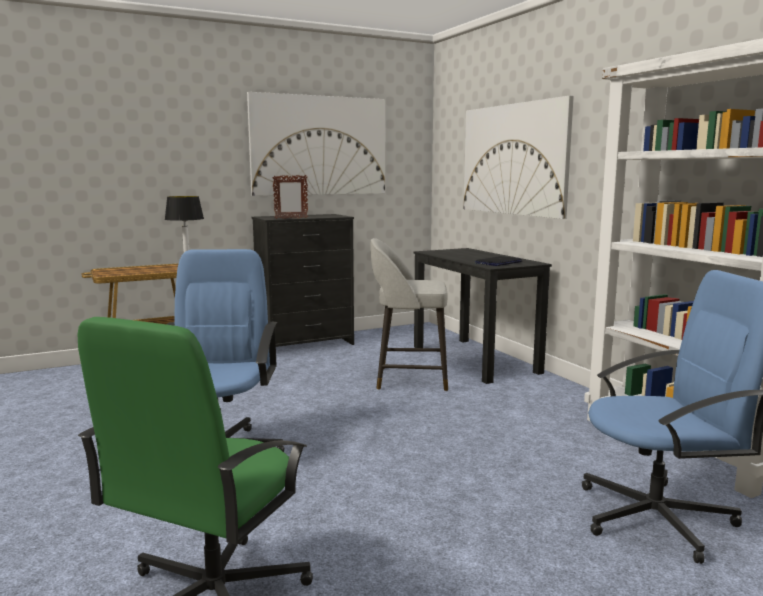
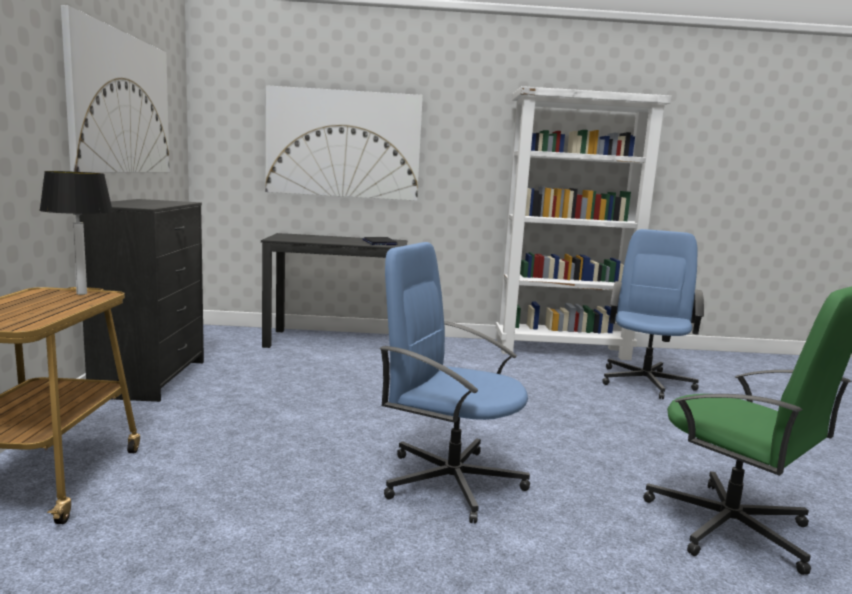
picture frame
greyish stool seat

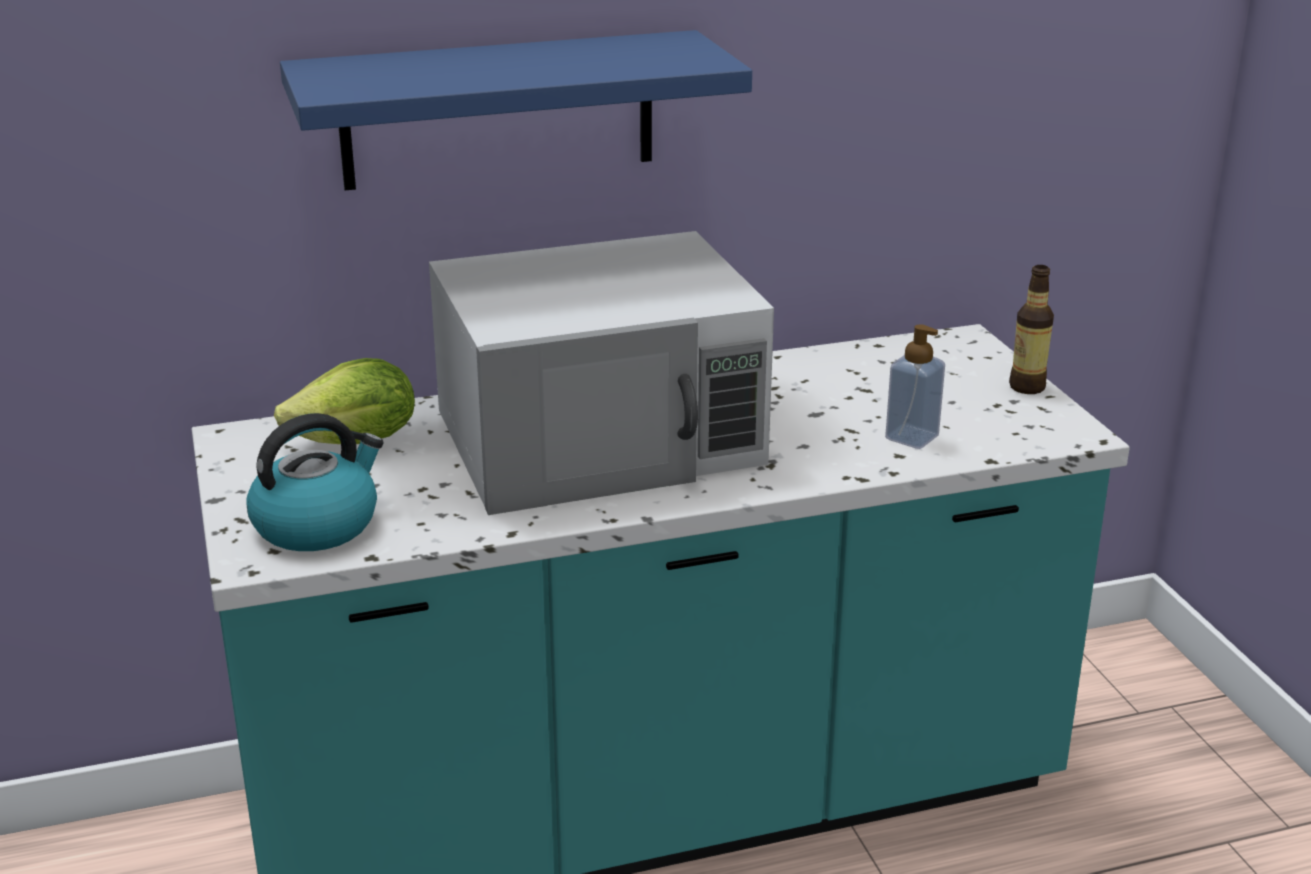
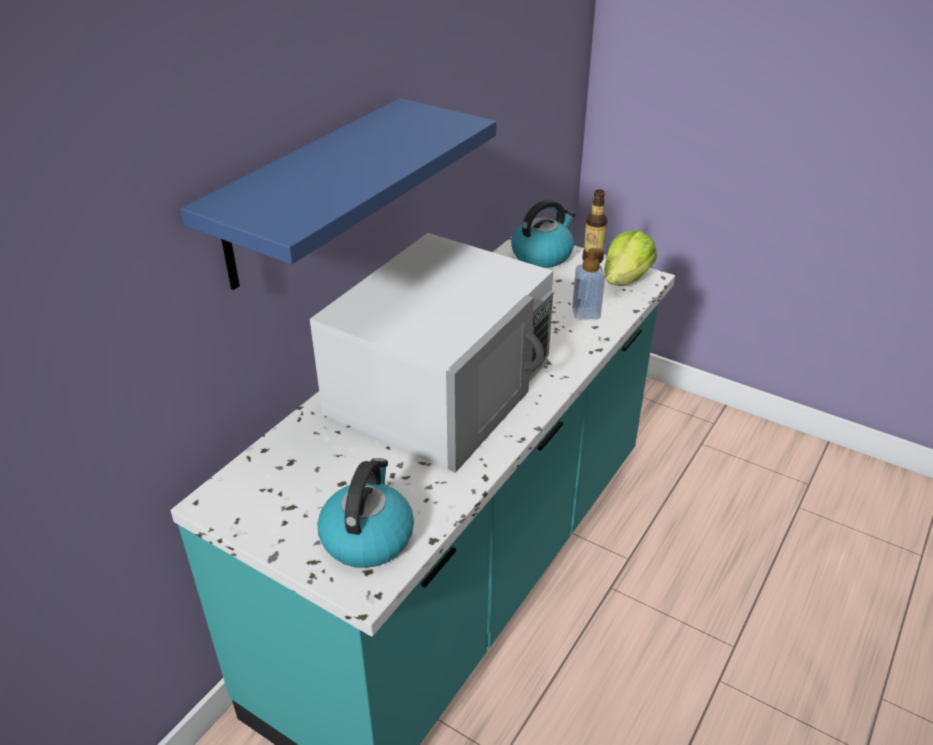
head of lettuce
kettle (no. 2 from left)

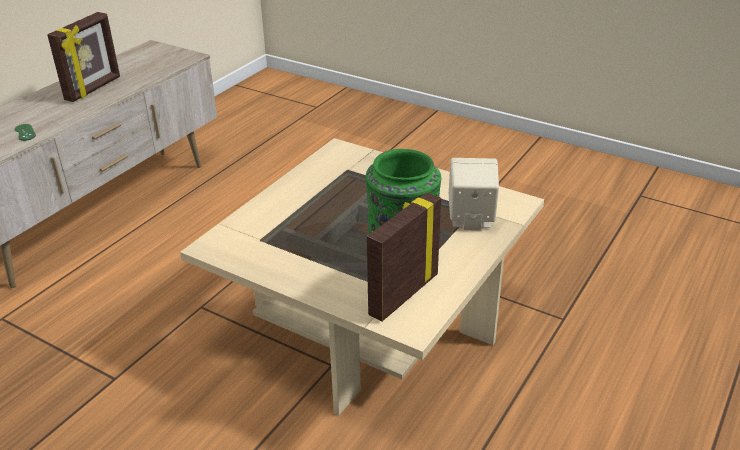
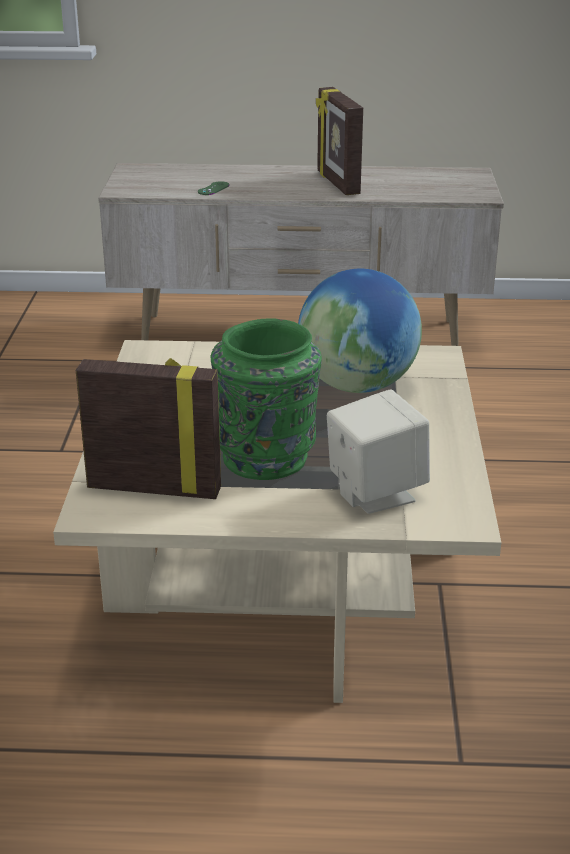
picture frame (no. 2 from left)
desk globe

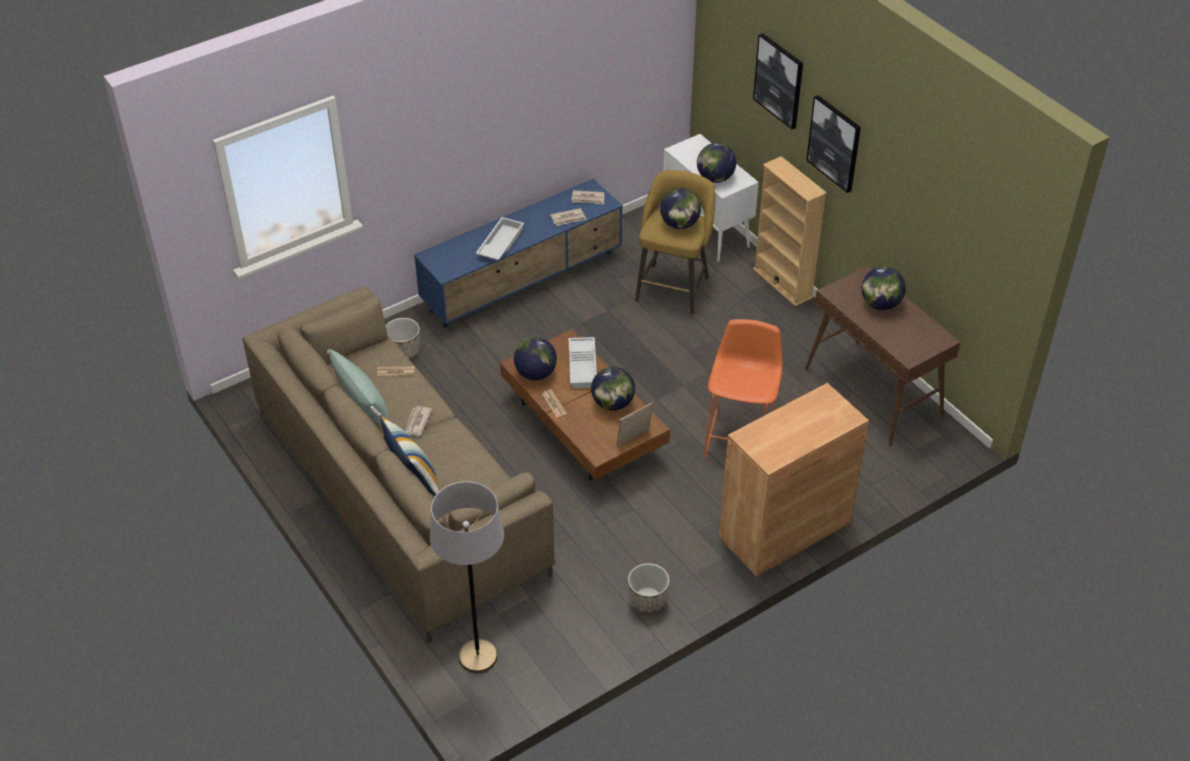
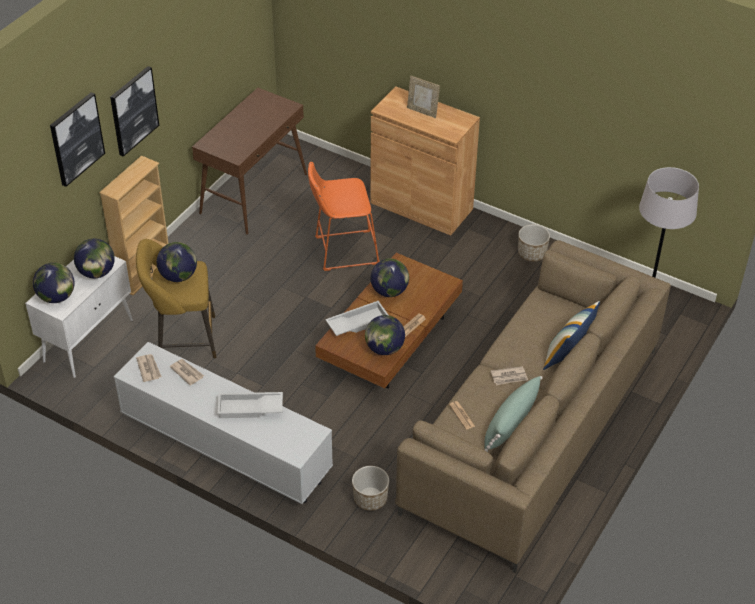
white-coloured tv stand
desk globe (no. 1 from left)
picture frame

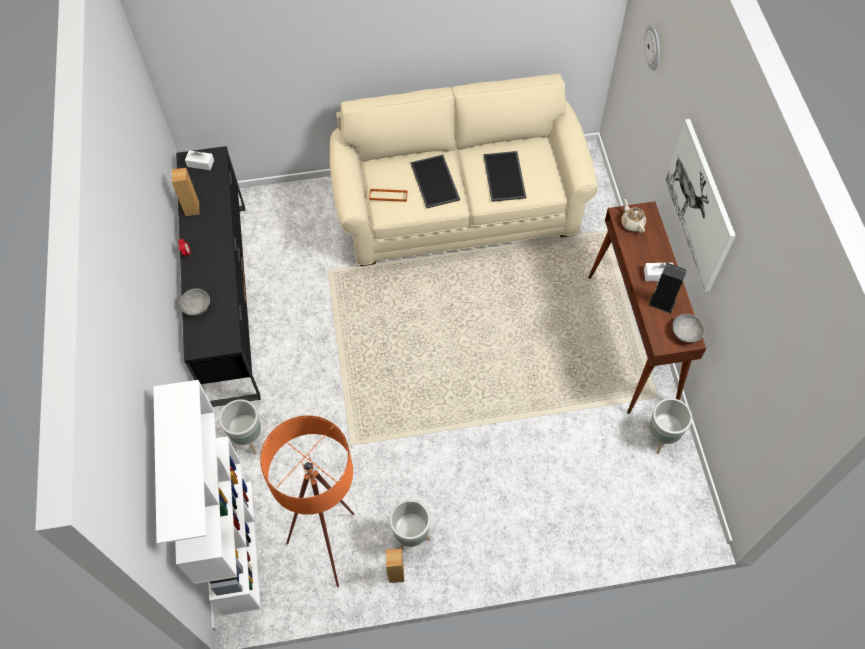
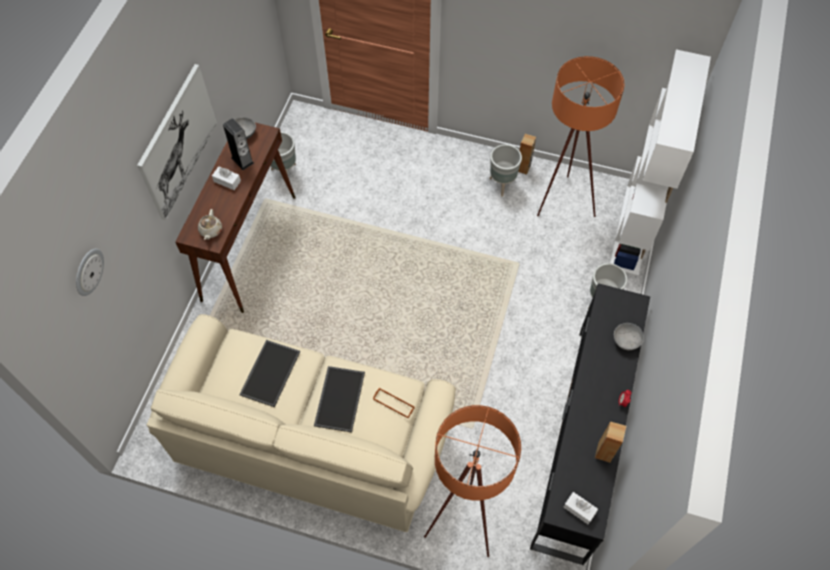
orange-coloured floor lamp (no. 1 from left)

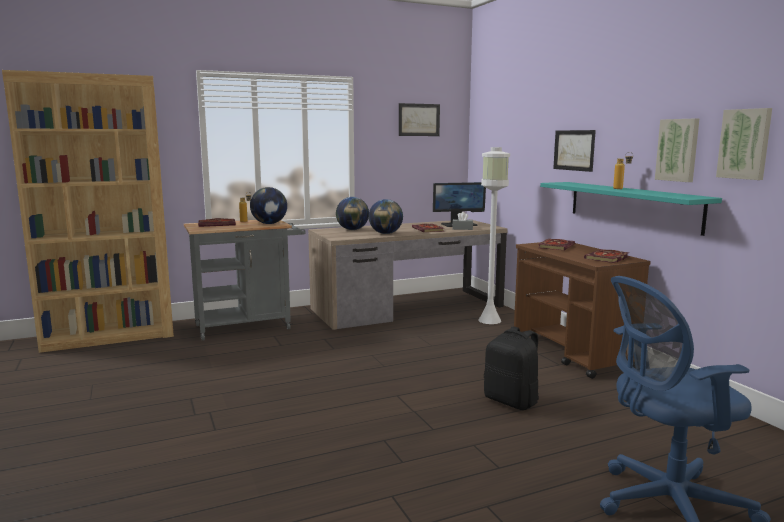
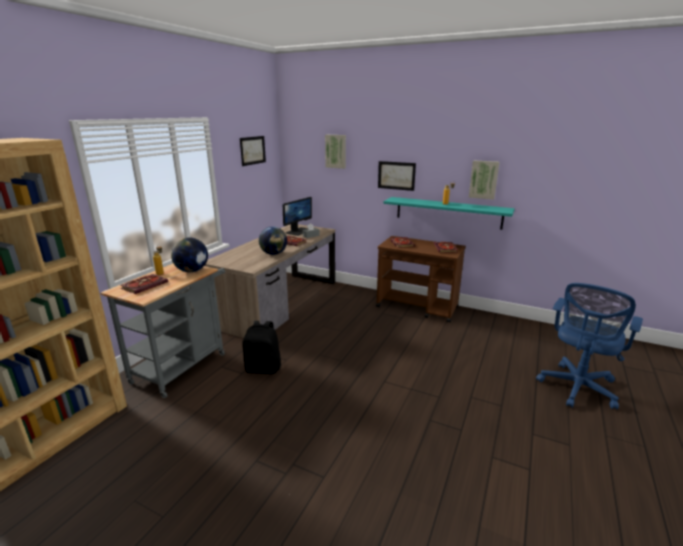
picture (no. 2 from left)
white-coloured floor lamp
desk globe (no. 2 from left in the first image)
blackish knapsack

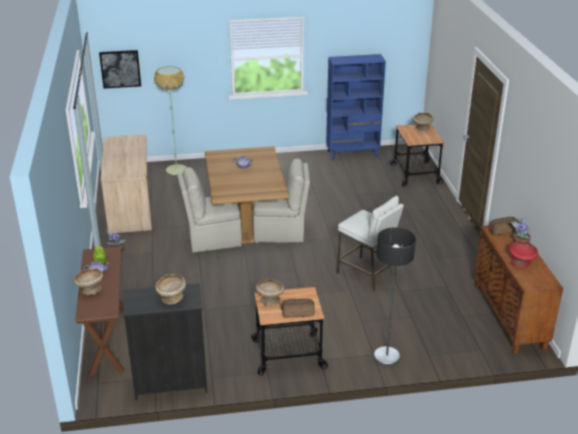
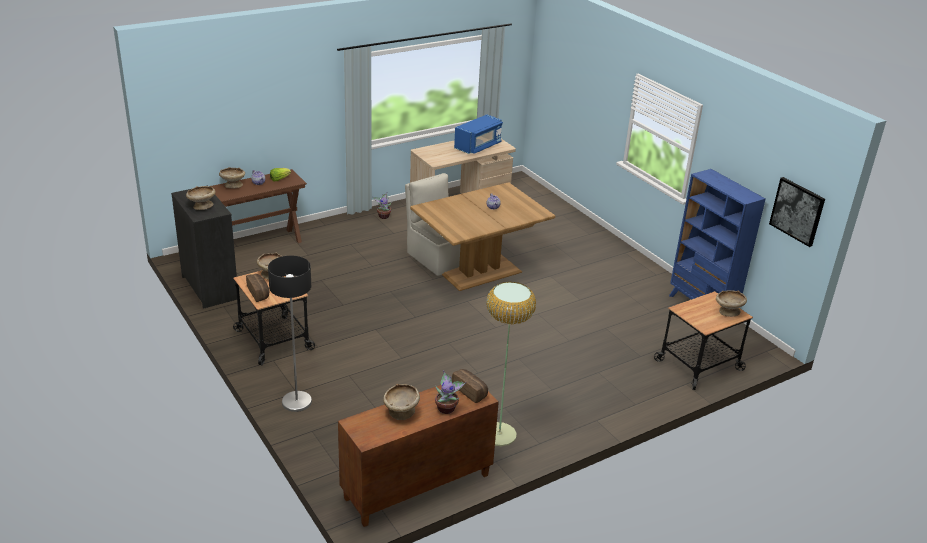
picture
floor lamp (no. 2 from left)
sand-coloured plain chair (no. 2 from left in the first image)
white-coloured stool seat
sand-coloured bowl (no. 4 from left)
blue-coloured microwave

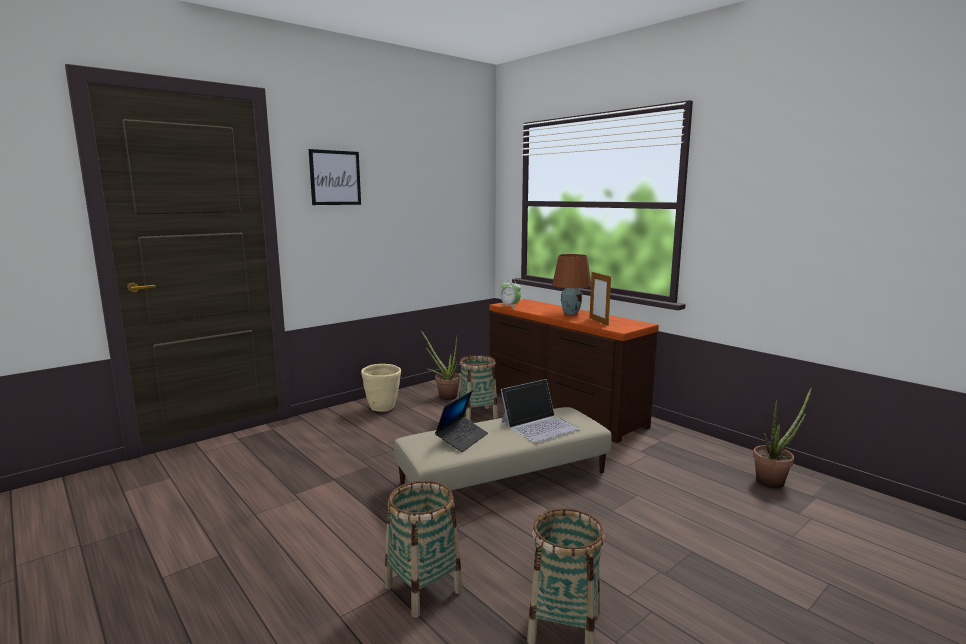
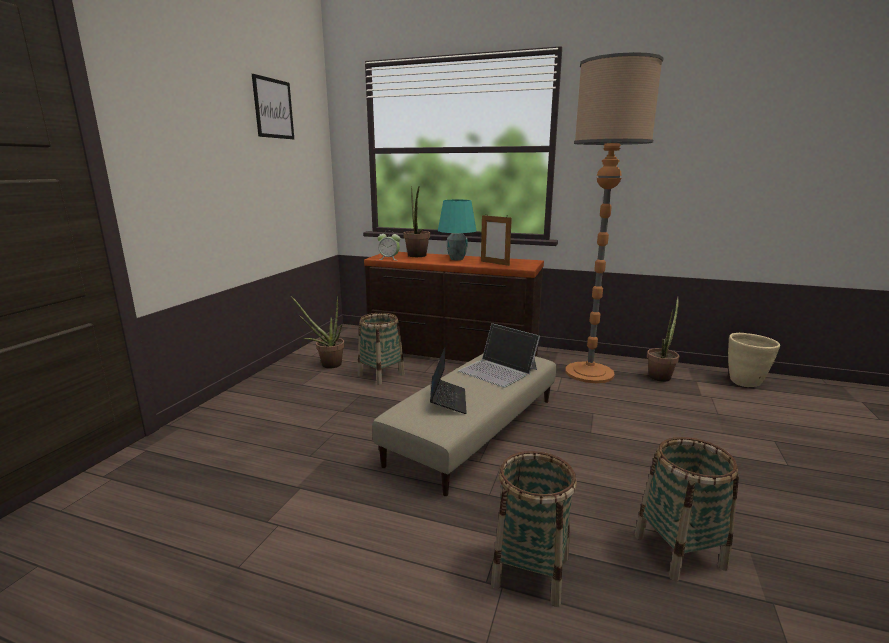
picture
turquoise table lamp
sand-coloured planter
notebook computer (no. 2 from left)
floor lamp
plant in a pot (no. 2 from left)

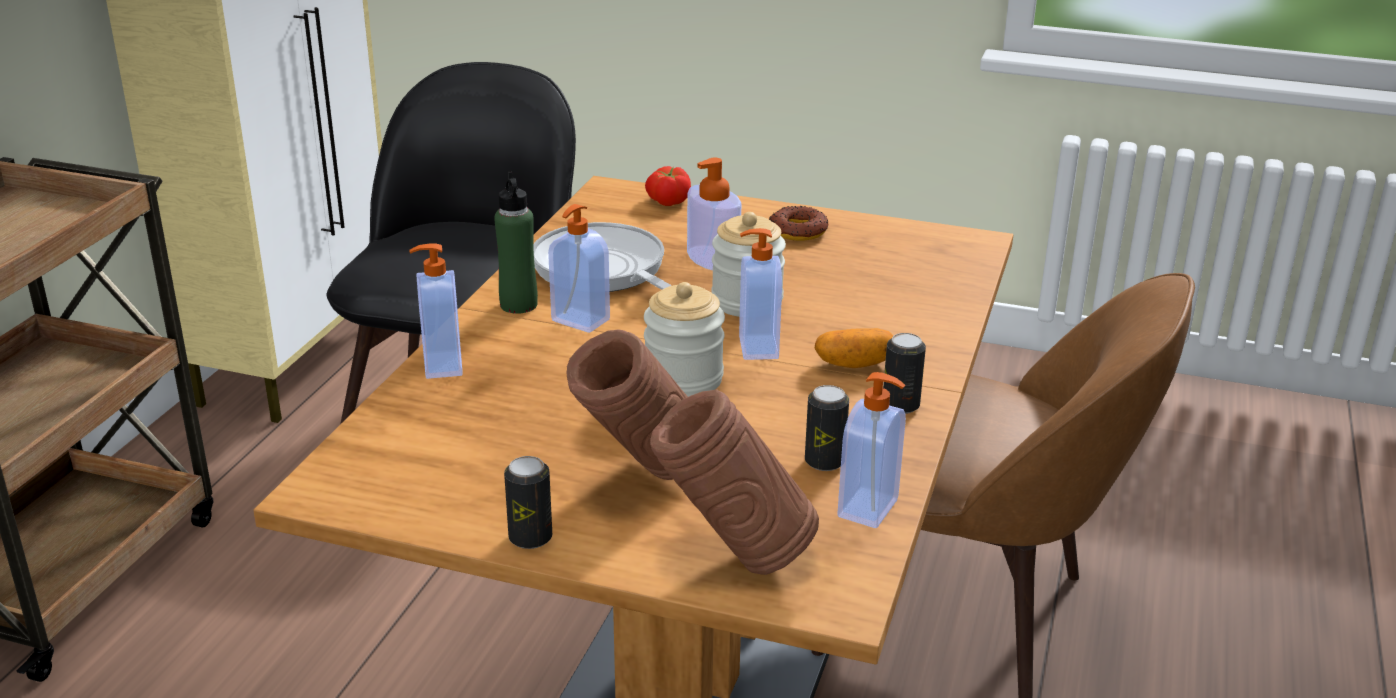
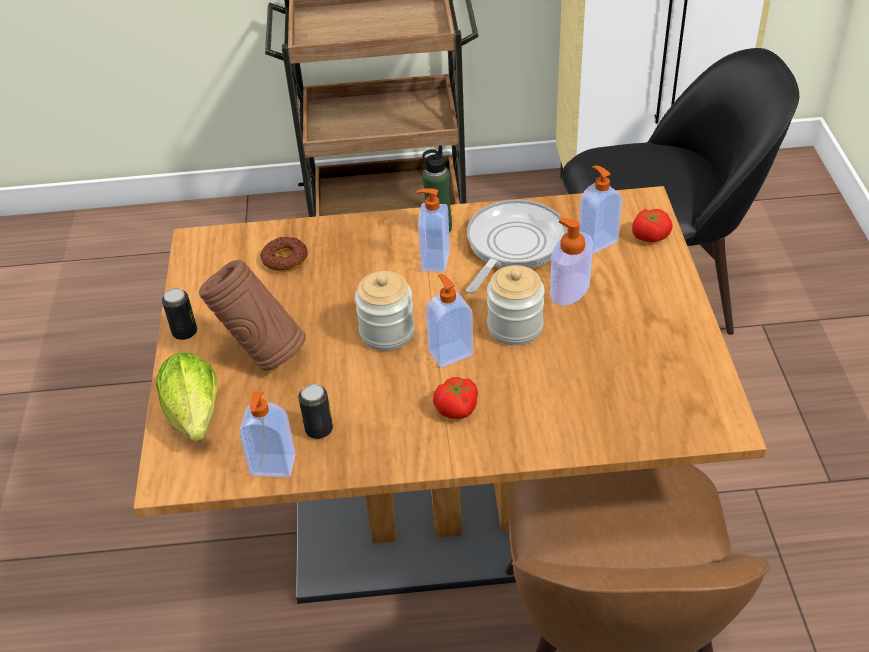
doughnut
soap bottle (no. 5 from left)
fresh tomato (no. 1 from left)
sealed can (no. 3 from left in the first image)
head of lettuce

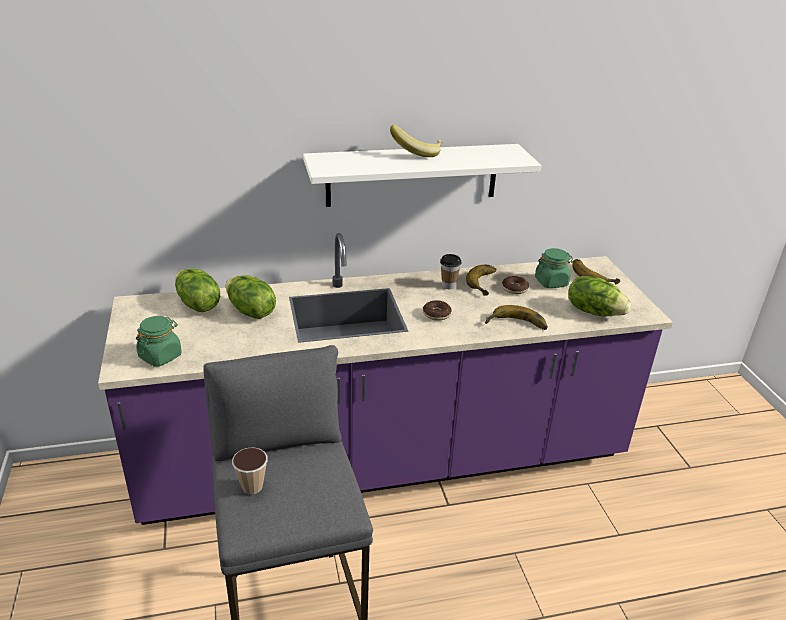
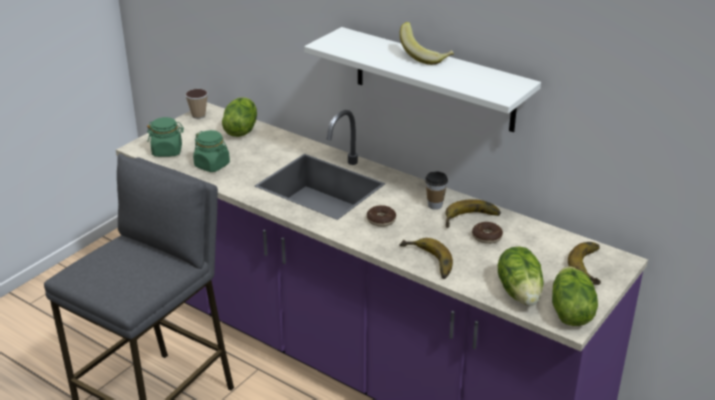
green jar (no. 2 from left)
head of lettuce (no. 3 from left)
small cup (no. 1 from left)

